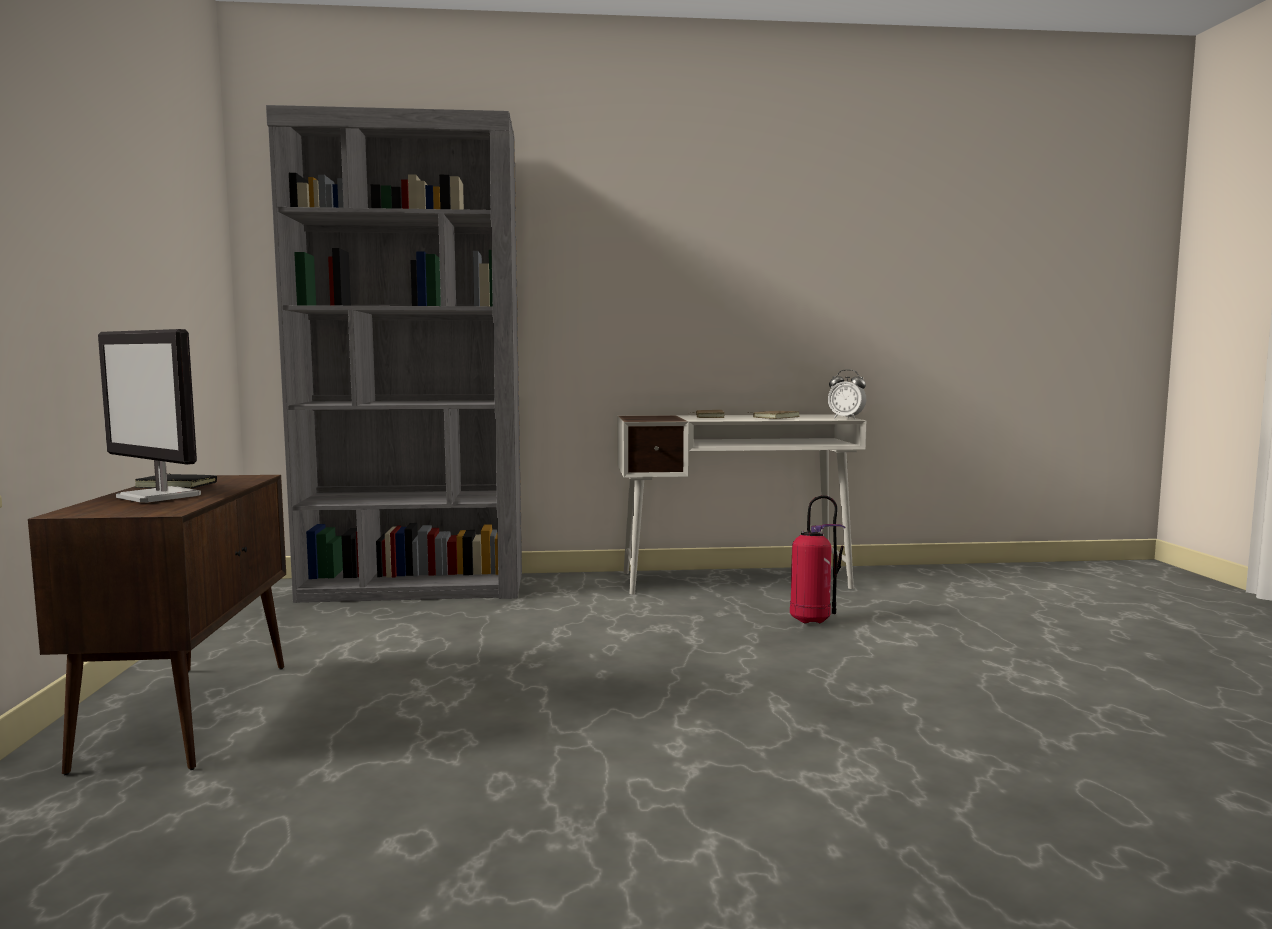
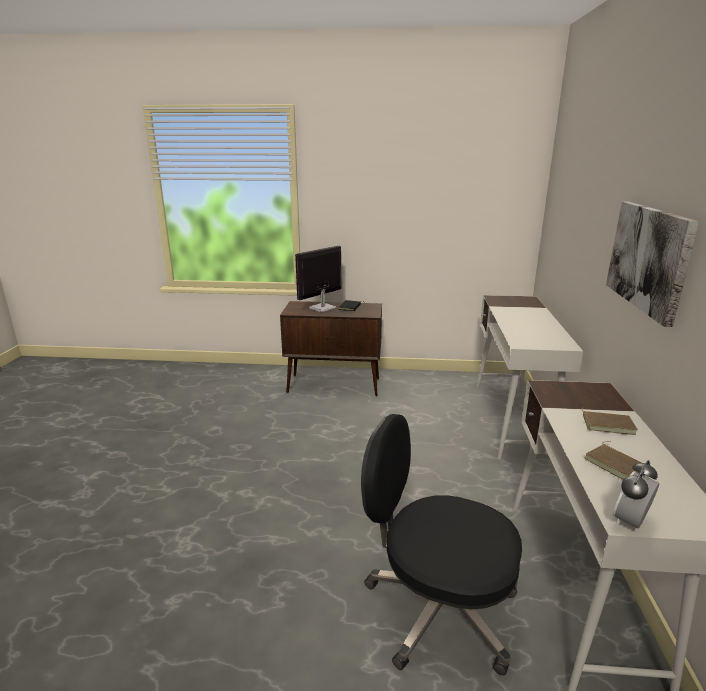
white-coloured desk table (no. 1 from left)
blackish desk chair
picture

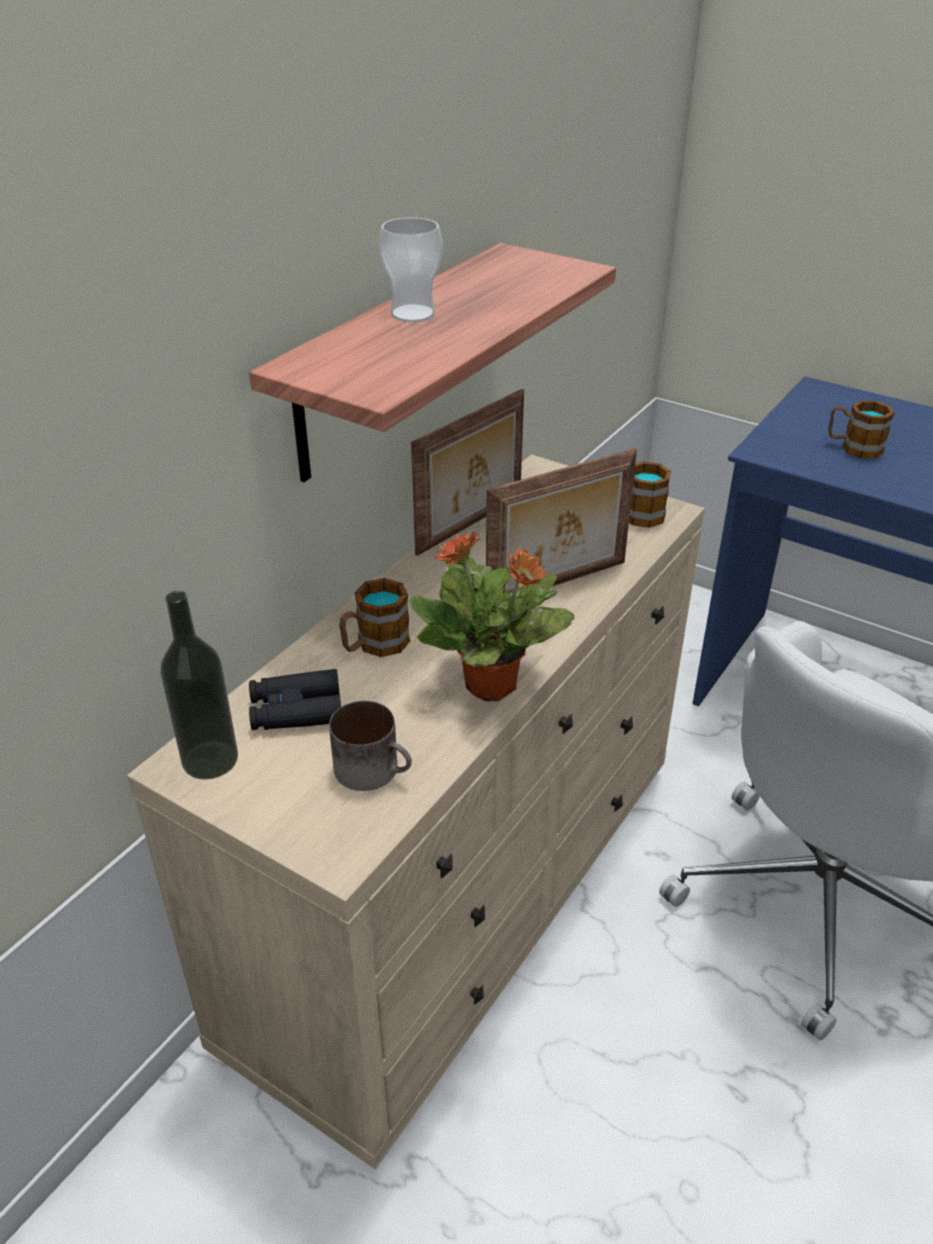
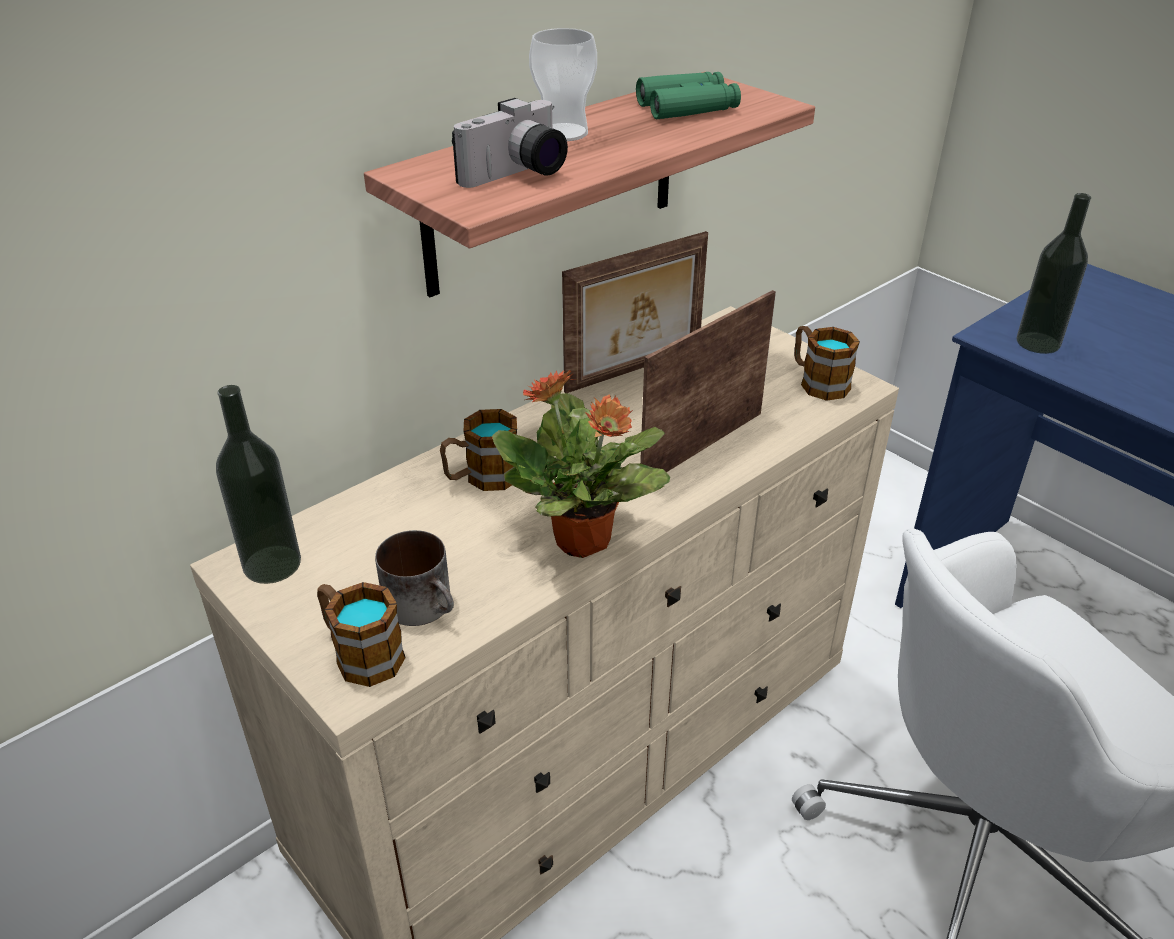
tea mug (no. 1 from left)
picture frame (no. 2 from left)
blackish binoculars
green binoculars
photo camera
bottle (no. 2 from left)

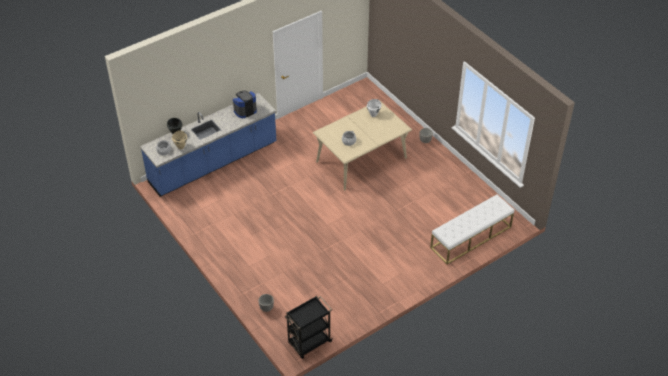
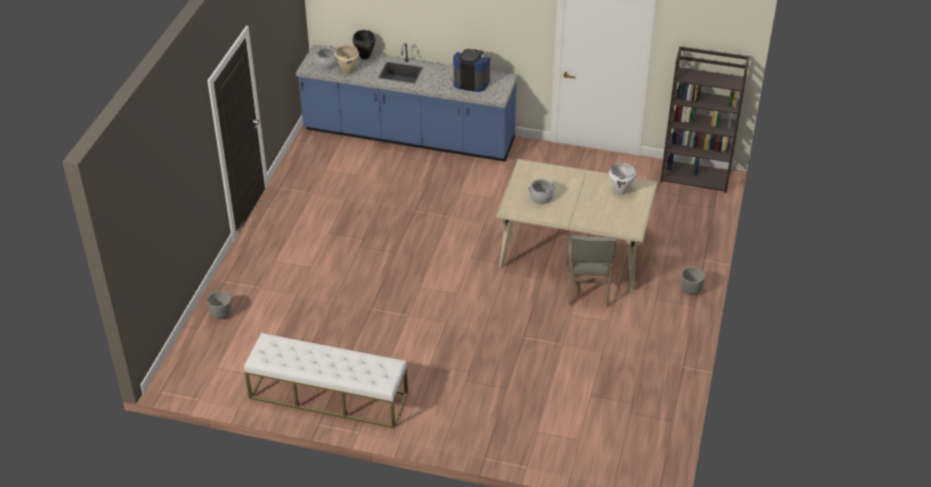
white-coloured indoor bench
blackish trolley
brown-coloured bookshelf
sand-coloured plain chair

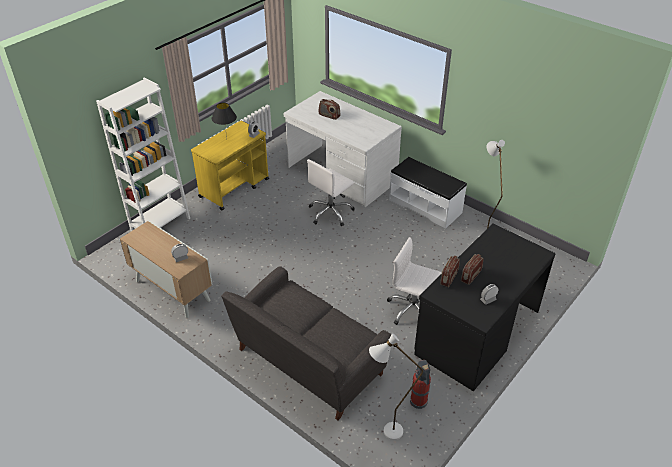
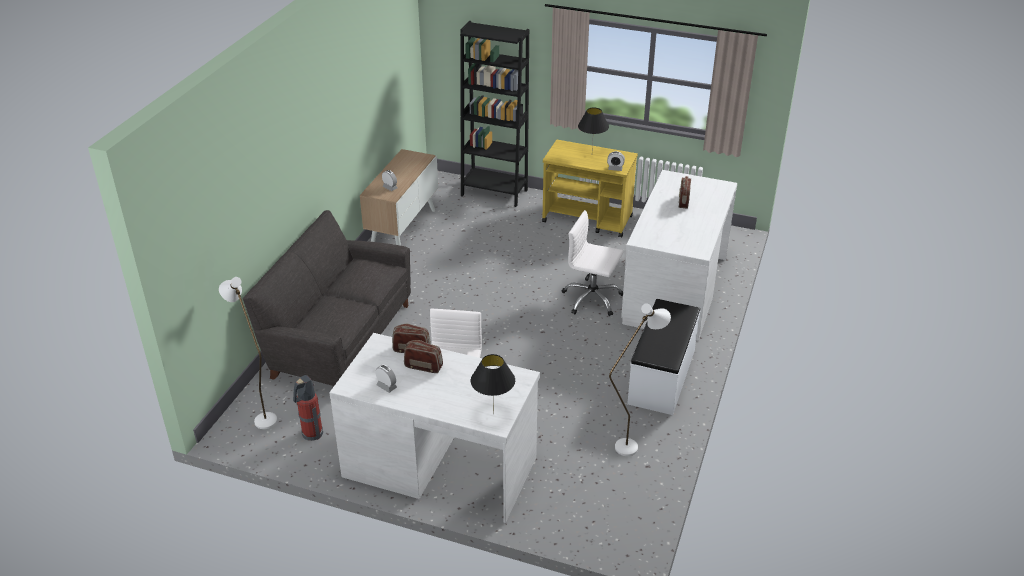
blackish bookshelf
white-coloured desk table (no. 1 from left)
blackish table lamp (no. 1 from left)

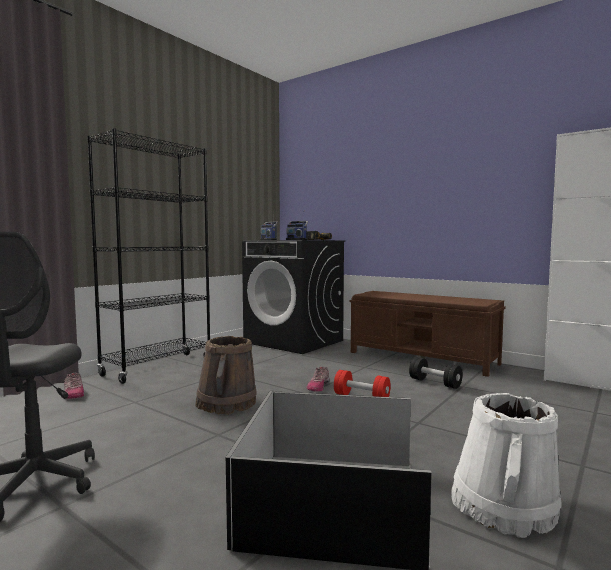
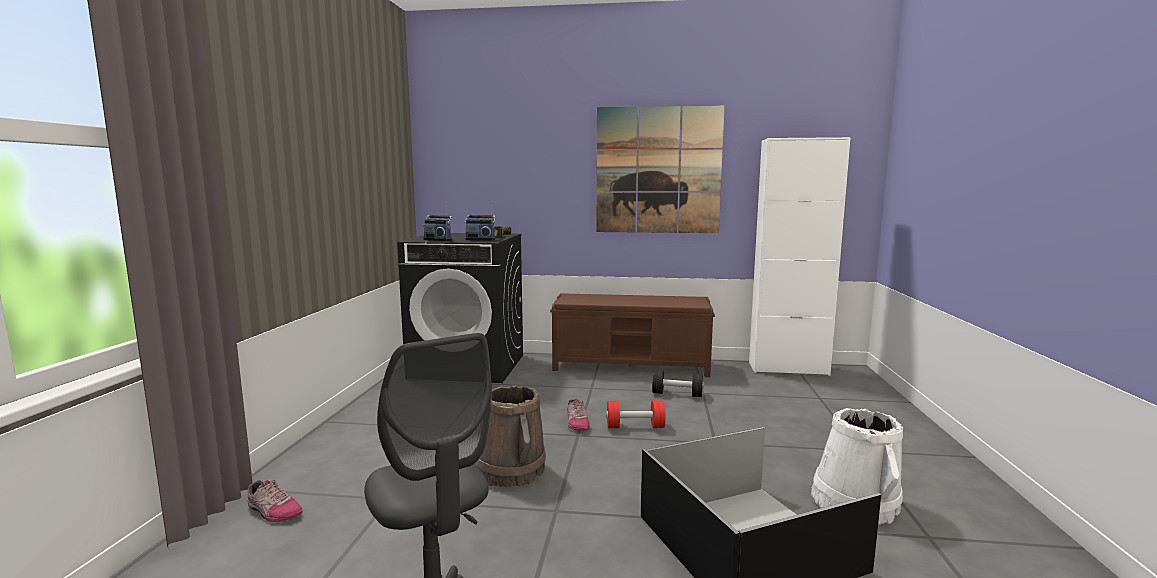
blackish bookshelf
picture

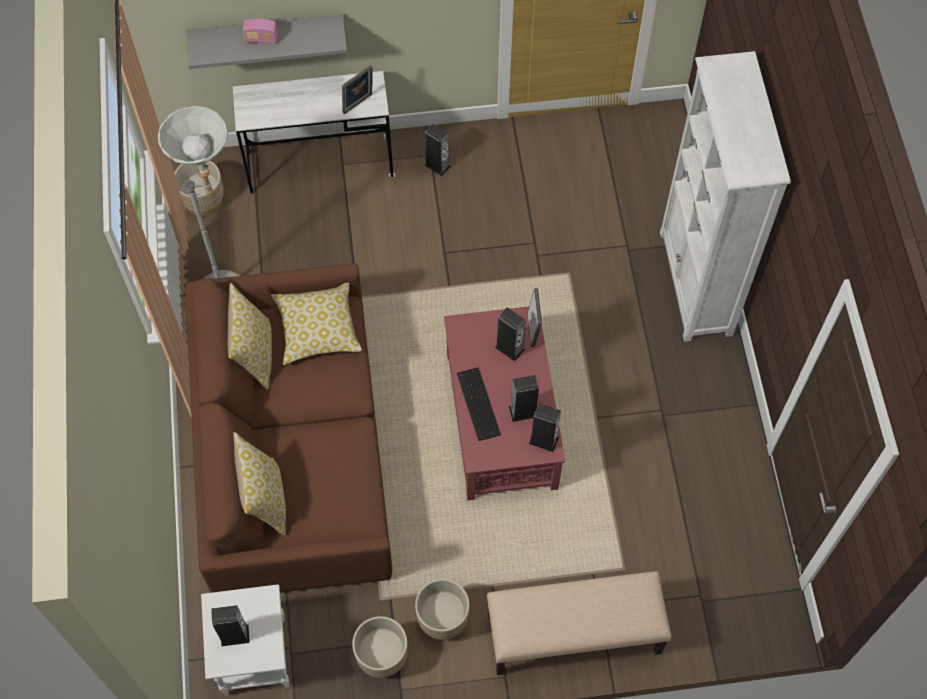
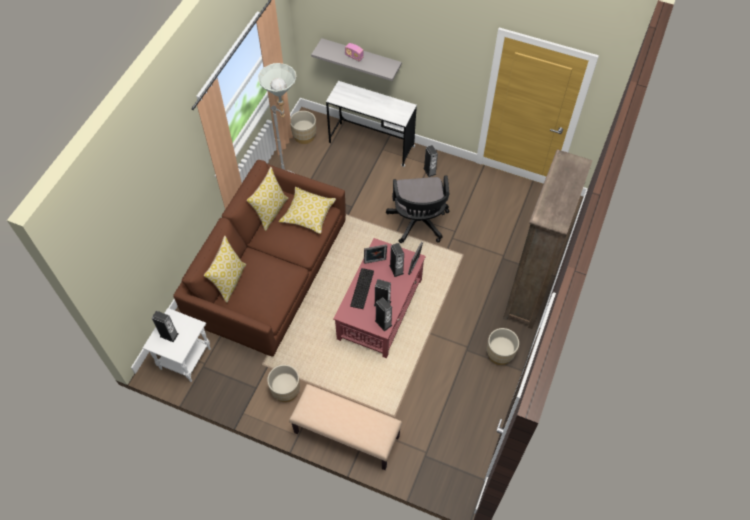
brown-coloured bookshelf
picture frame (no. 1 from left)
sand-coloured planter (no. 3 from left)
blackish desk chair

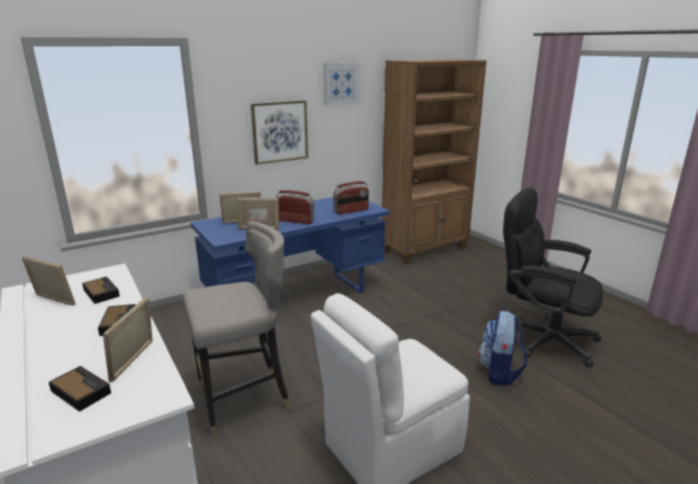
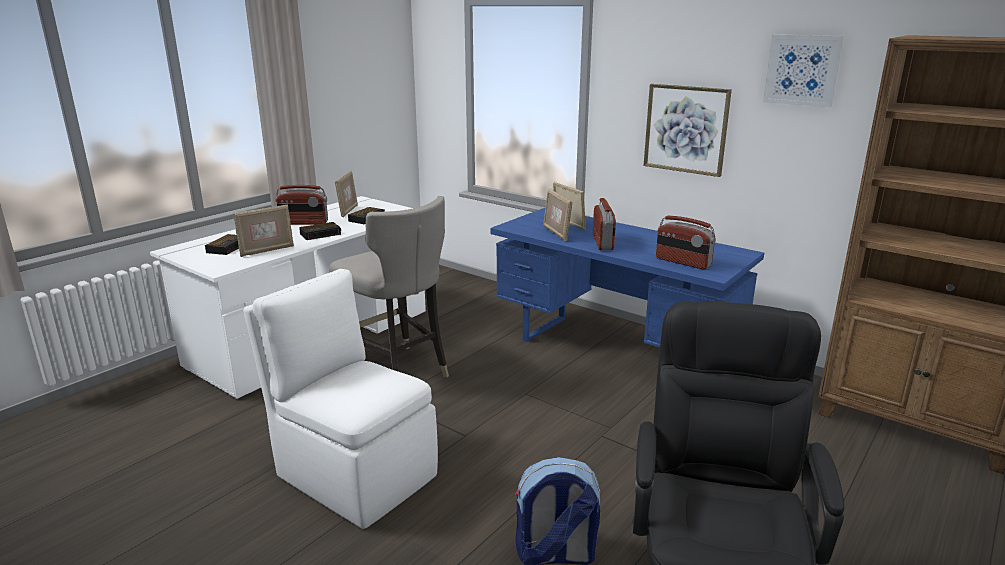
picture frame (no. 1 from left)
radio set (no. 1 from left)

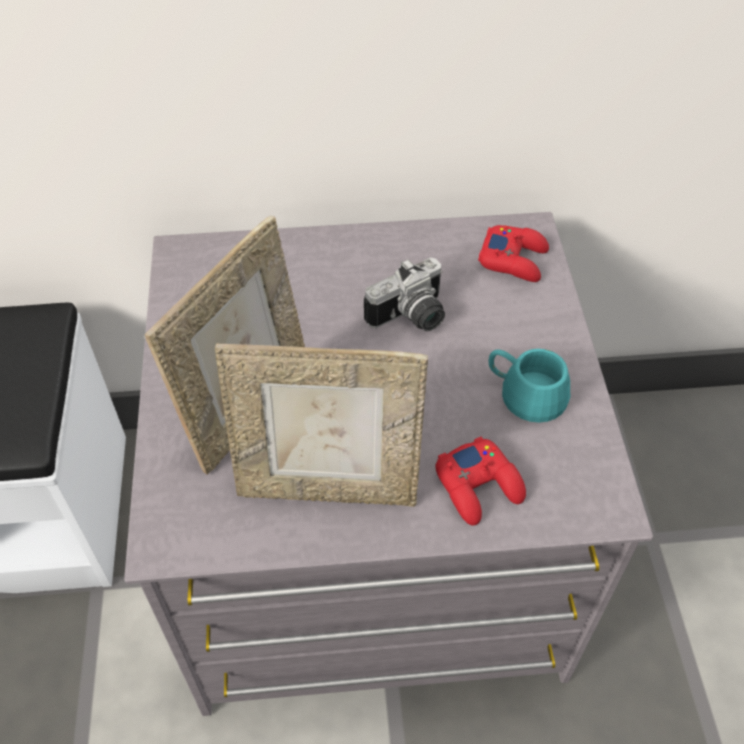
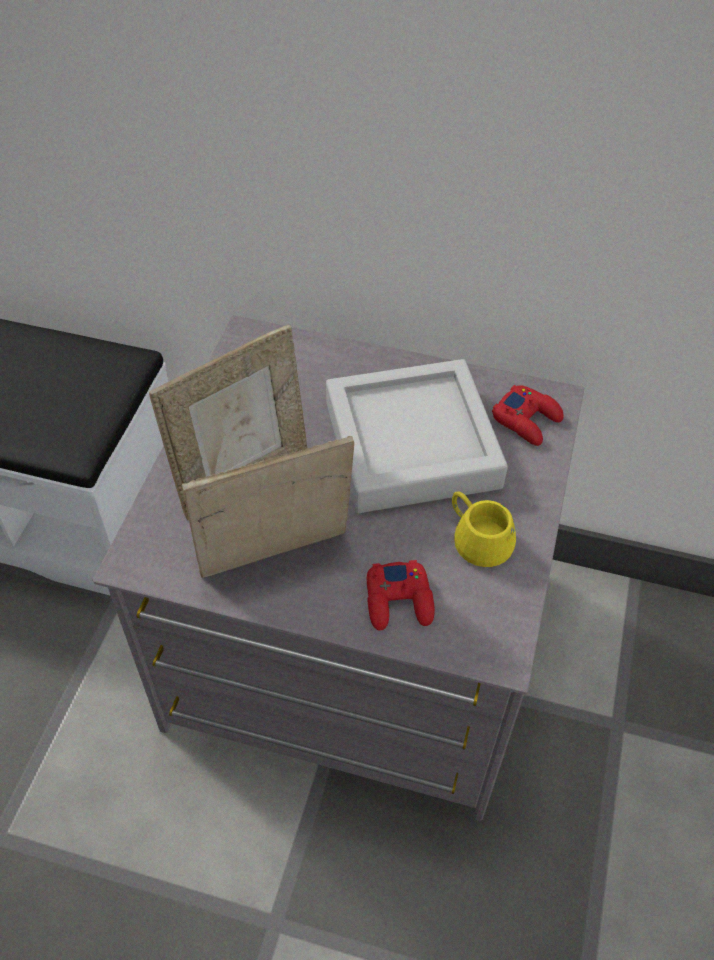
greyish carrying tray
picture frame (no. 2 from left)
yellowish tea mug

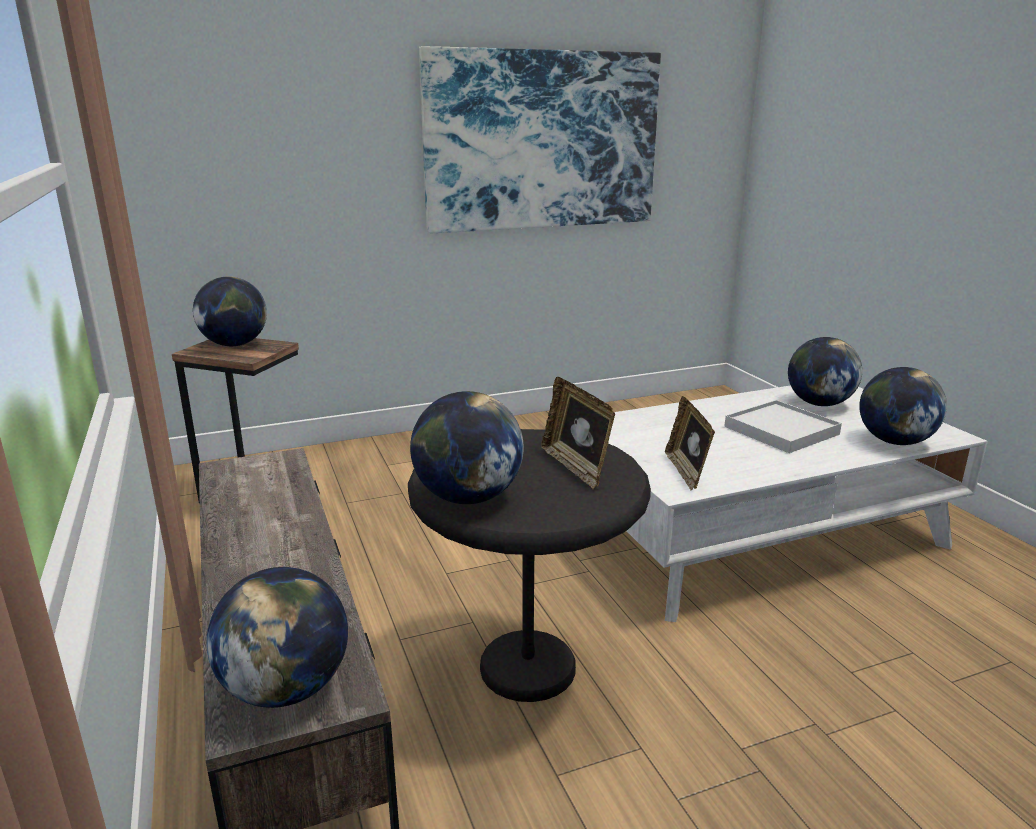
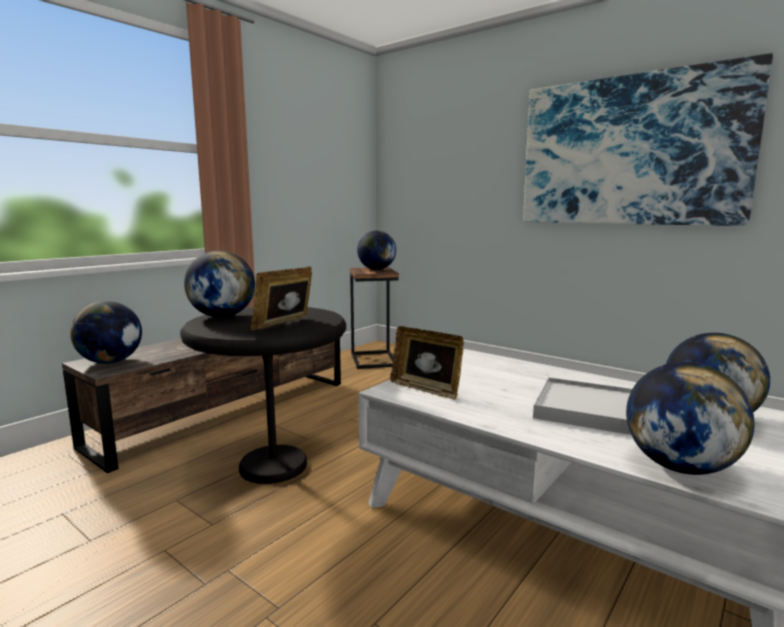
picture frame (no. 2 from left)

